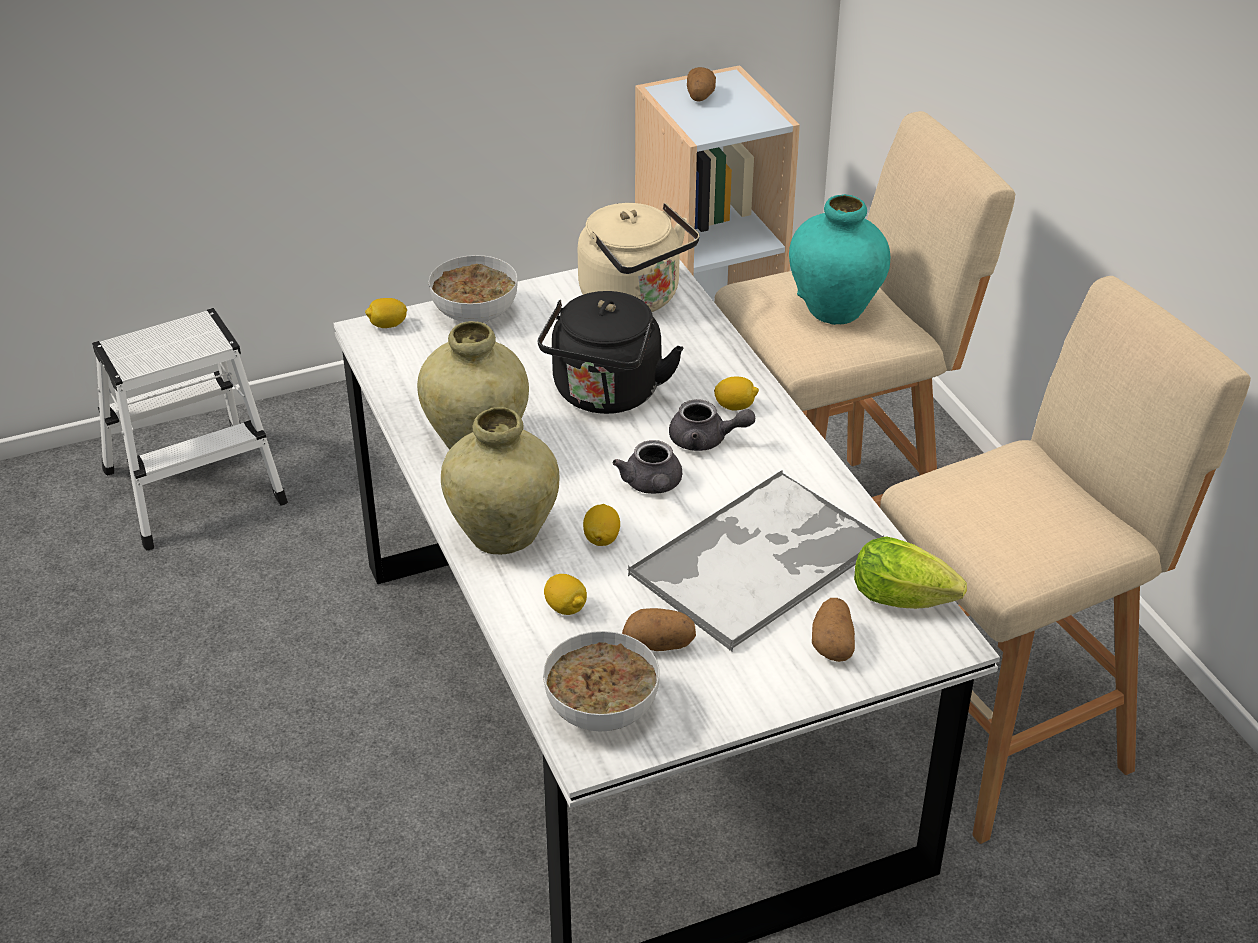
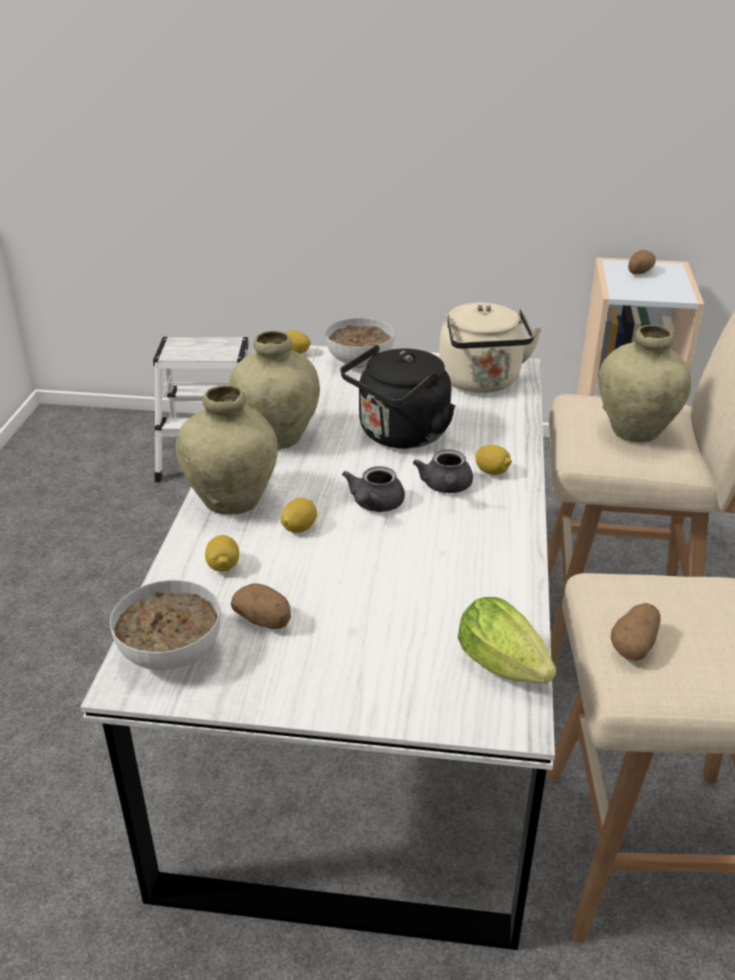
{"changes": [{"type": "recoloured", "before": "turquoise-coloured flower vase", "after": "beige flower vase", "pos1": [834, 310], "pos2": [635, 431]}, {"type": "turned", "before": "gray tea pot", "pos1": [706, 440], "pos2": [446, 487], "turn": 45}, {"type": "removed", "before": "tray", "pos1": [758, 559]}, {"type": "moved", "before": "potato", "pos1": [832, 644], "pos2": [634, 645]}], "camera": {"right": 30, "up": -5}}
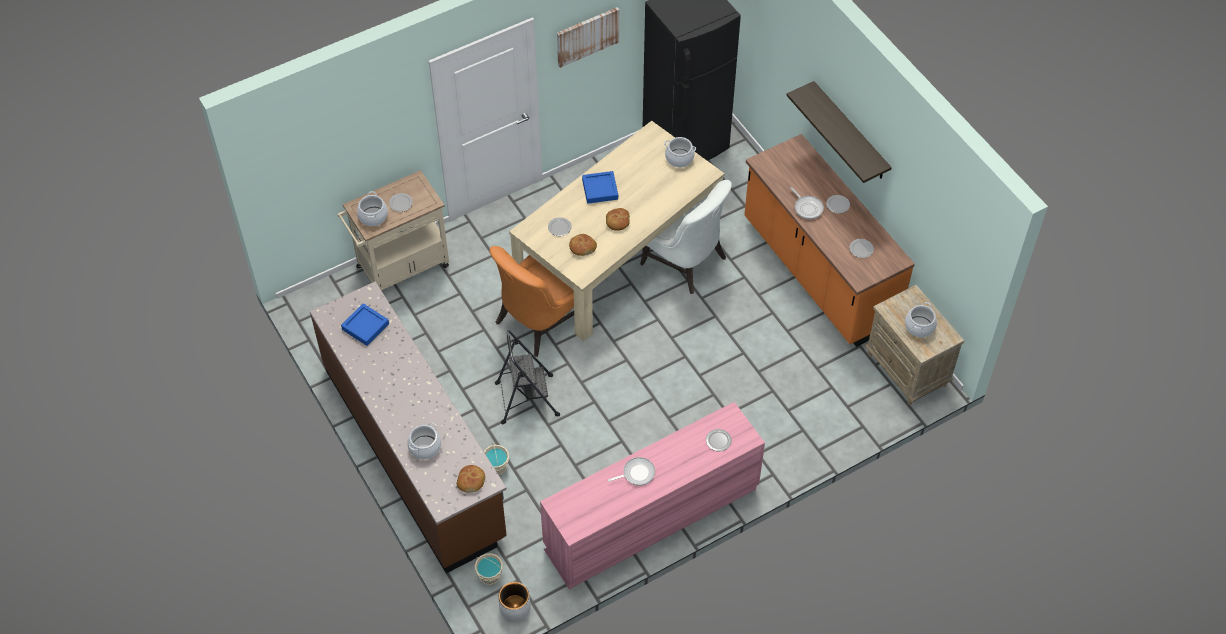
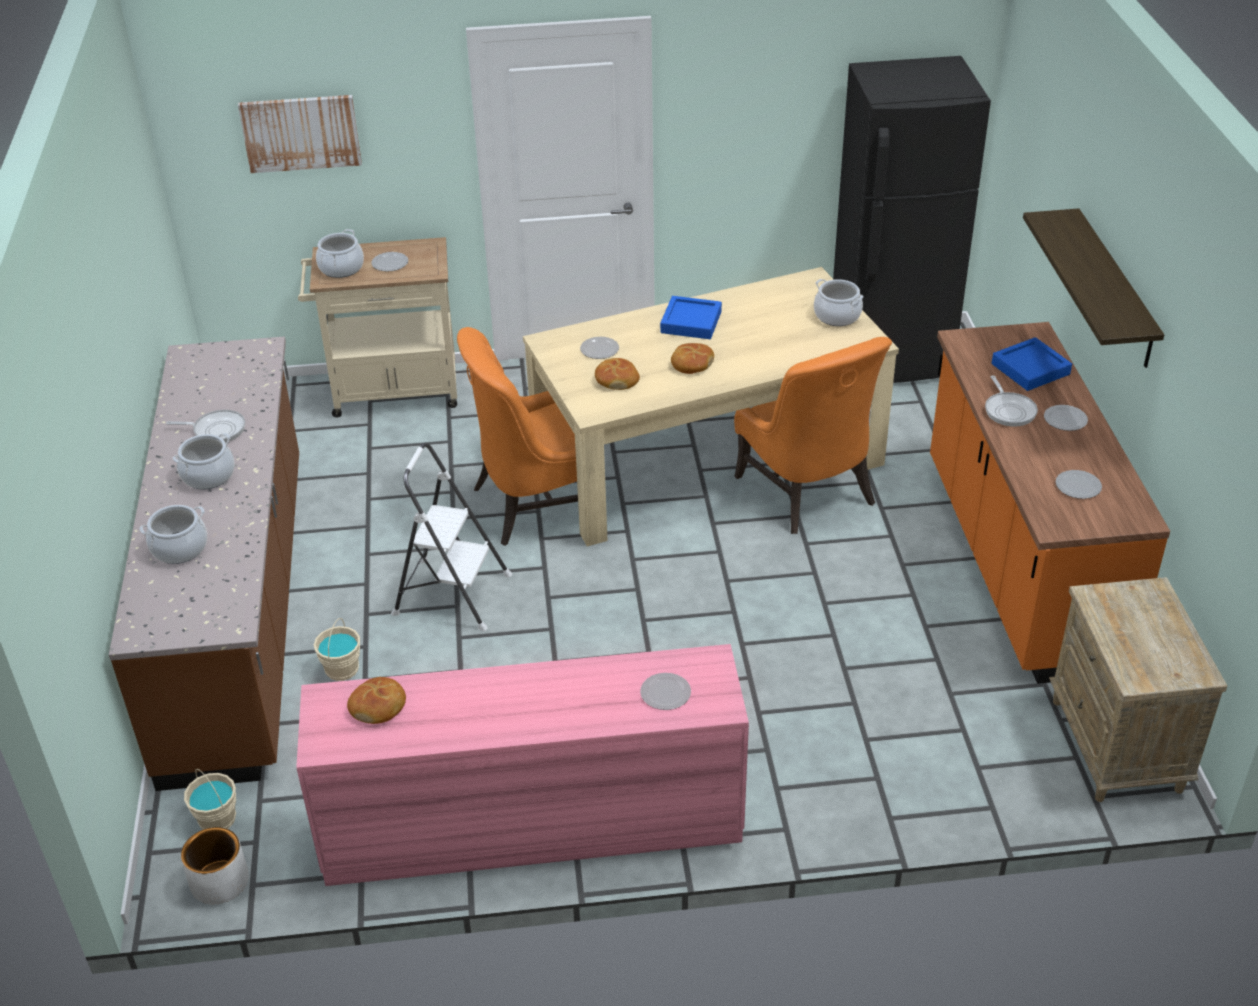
{"changes": [{"type": "moved", "before": "wall picture", "pos1": [587, 36], "pos2": [301, 133]}, {"type": "recoloured", "before": "white plain chair", "after": "orangey plain chair", "pos1": [685, 261], "pos2": [807, 491]}, {"type": "moved", "before": "stockpot", "pos1": [919, 327], "pos2": [208, 475]}, {"type": "moved", "before": "bluish tray", "pos1": [365, 327], "pos2": [1030, 369]}, {"type": "recoloured", "before": "blackish step ladder", "after": "white step ladder", "pos1": [525, 398], "pos2": [448, 592]}, {"type": "moved", "before": "skillet", "pos1": [636, 473], "pos2": [216, 430]}, {"type": "moved", "before": "bakery bread", "pos1": [471, 481], "pos2": [378, 707]}], "camera": {"right": 25, "up": -15}}
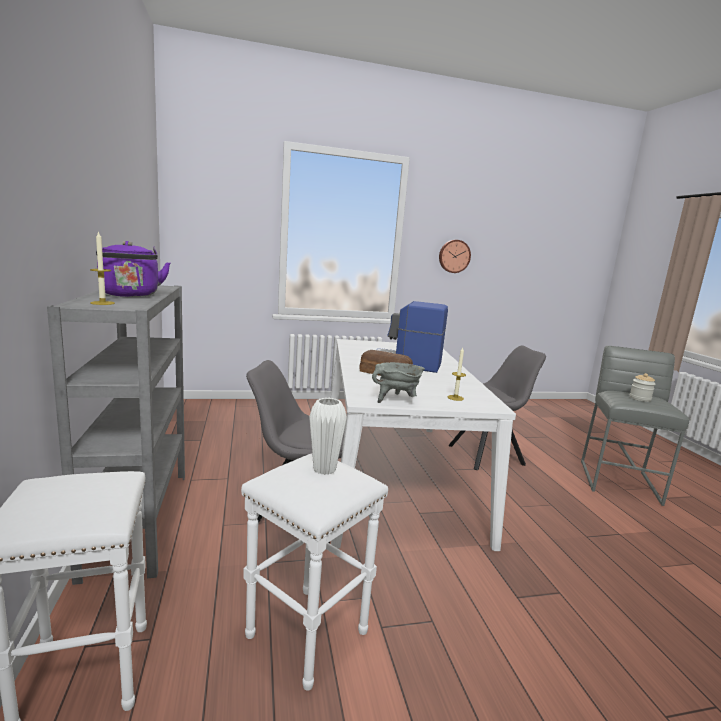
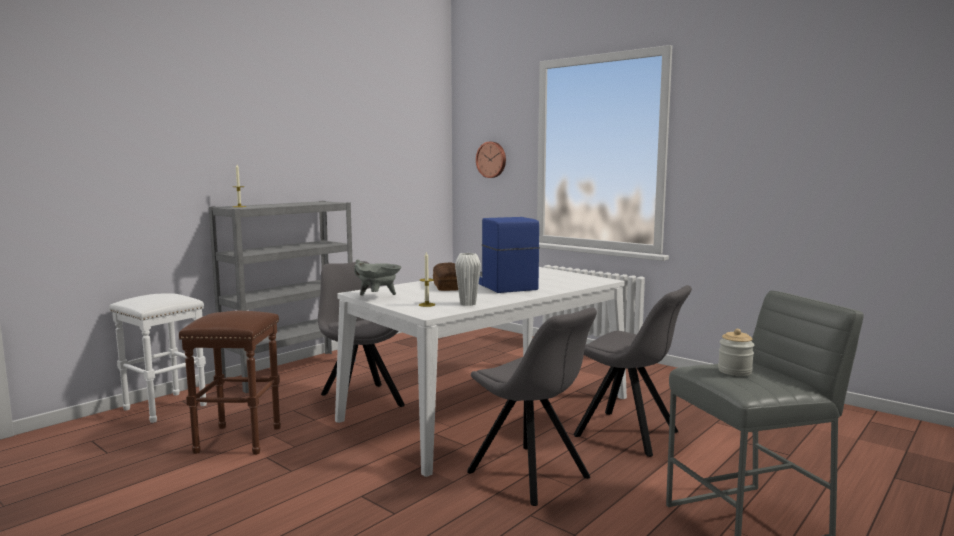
{"changes": [{"type": "moved", "before": "clock on the wall", "pos1": [454, 256], "pos2": [492, 159]}, {"type": "removed", "before": "purple-coloured kettle", "pos1": [130, 295]}, {"type": "moved", "before": "white flower vase", "pos1": [324, 469], "pos2": [468, 304]}, {"type": "recoloured", "before": "white stool seat", "after": "brownish stool seat", "pos1": [304, 633], "pos2": [237, 439]}, {"type": "added", "after": "gray plain chair", "pos2": [529, 474]}], "camera": {"right": 55, "up": -5}}
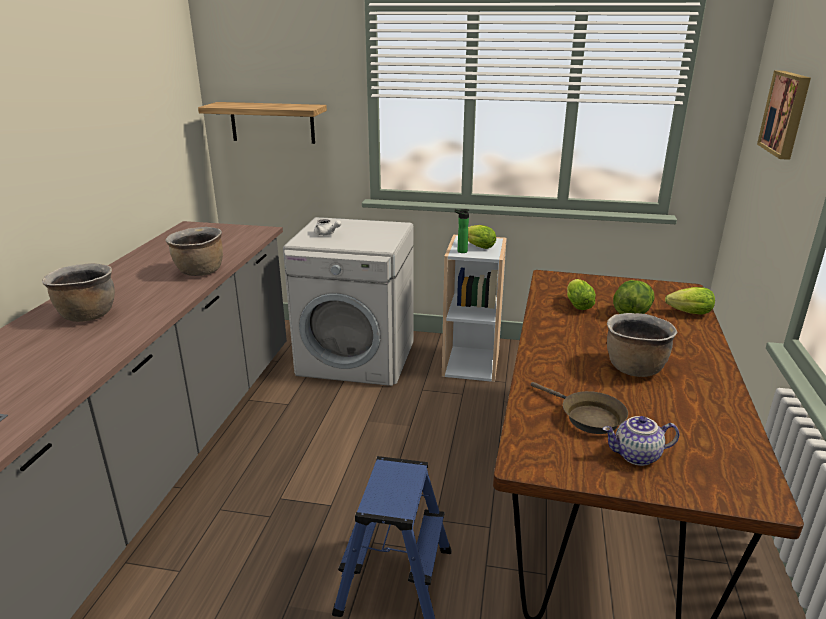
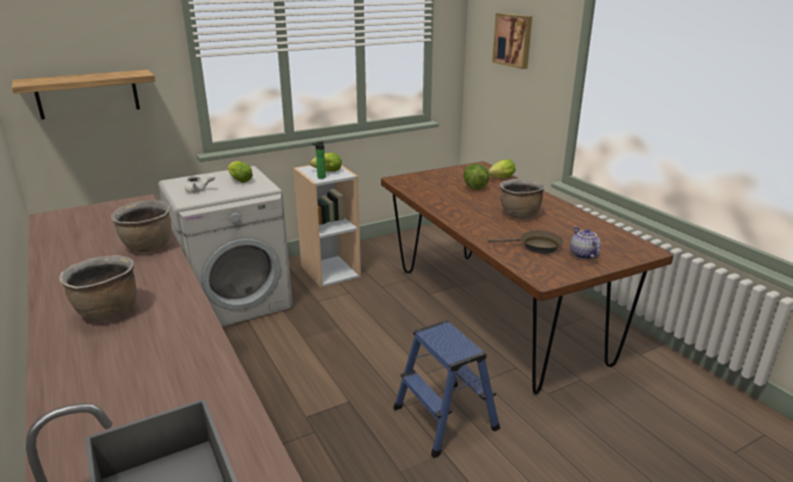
{"changes": [{"type": "moved", "before": "head of lettuce", "pos1": [577, 304], "pos2": [239, 180]}, {"type": "turned", "before": "tea pot", "pos1": [636, 456], "pos2": [582, 255], "turn": 120}], "camera": {"right": -40, "up": 0}}
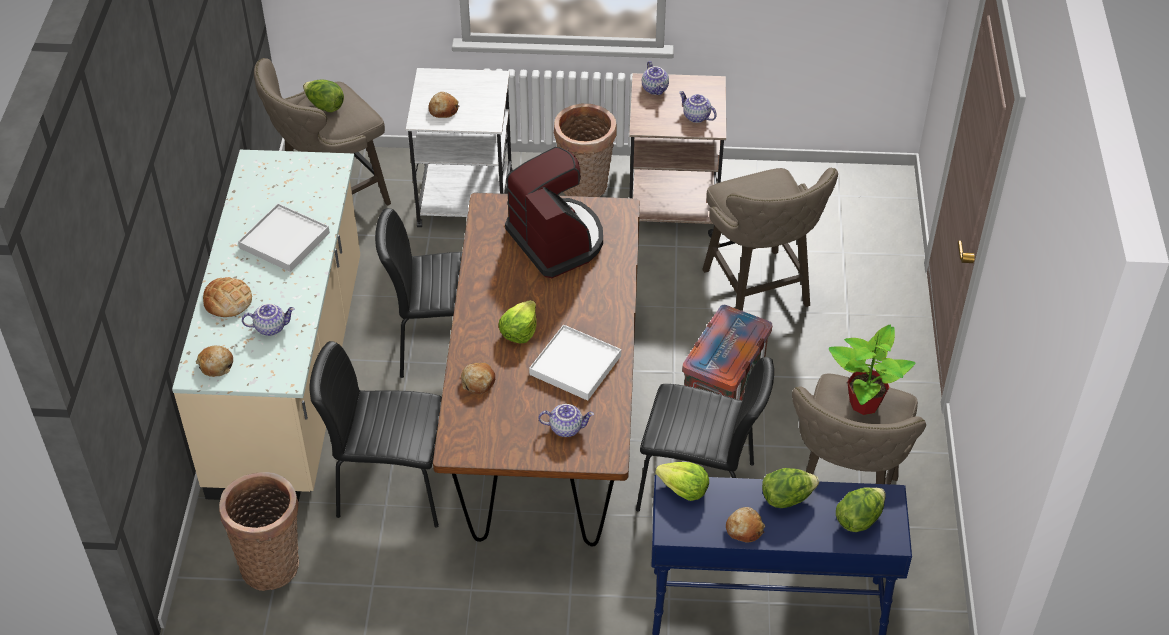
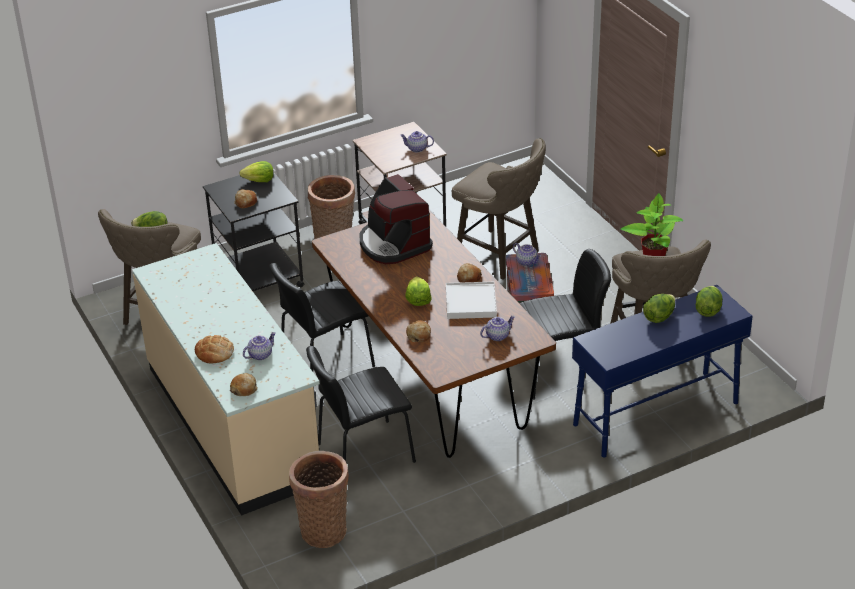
{"changes": [{"type": "moved", "before": "tea pot", "pos1": [655, 89], "pos2": [527, 262]}, {"type": "recoloured", "before": "white cart", "after": "blackish cart", "pos1": [467, 200], "pos2": [260, 278]}, {"type": "turned", "before": "coffee maker", "pos1": [557, 240], "pos2": [393, 244], "turn": -150}, {"type": "removed", "before": "white tray", "pos1": [285, 240]}, {"type": "moved", "before": "head of lettuce", "pos1": [683, 489], "pos2": [259, 180]}, {"type": "moved", "before": "bakery bread", "pos1": [744, 529], "pos2": [468, 278]}], "camera": {"right": -30, "up": -10}}
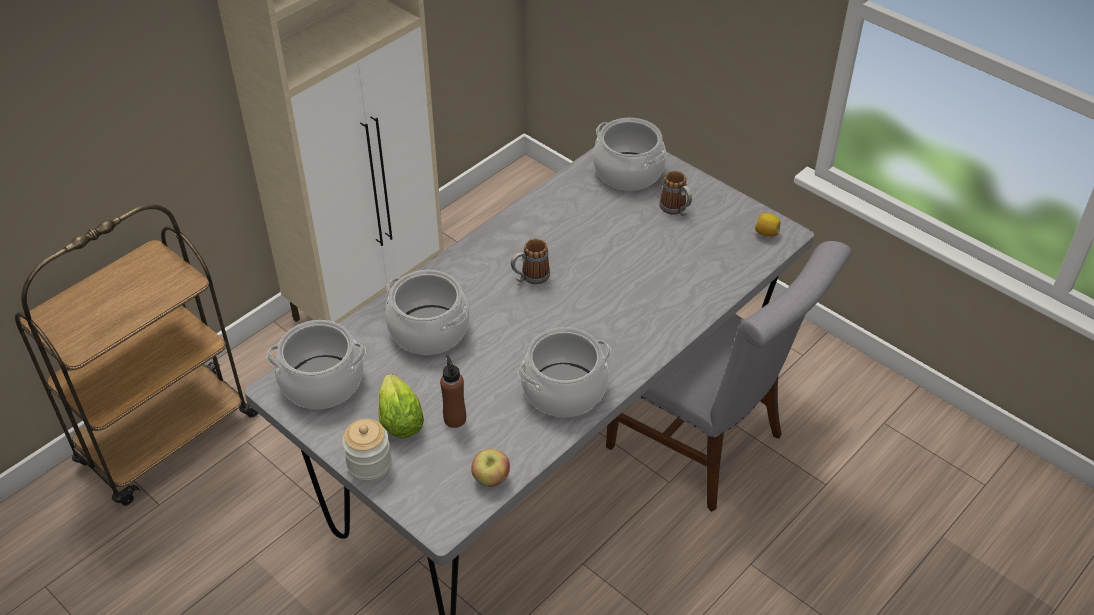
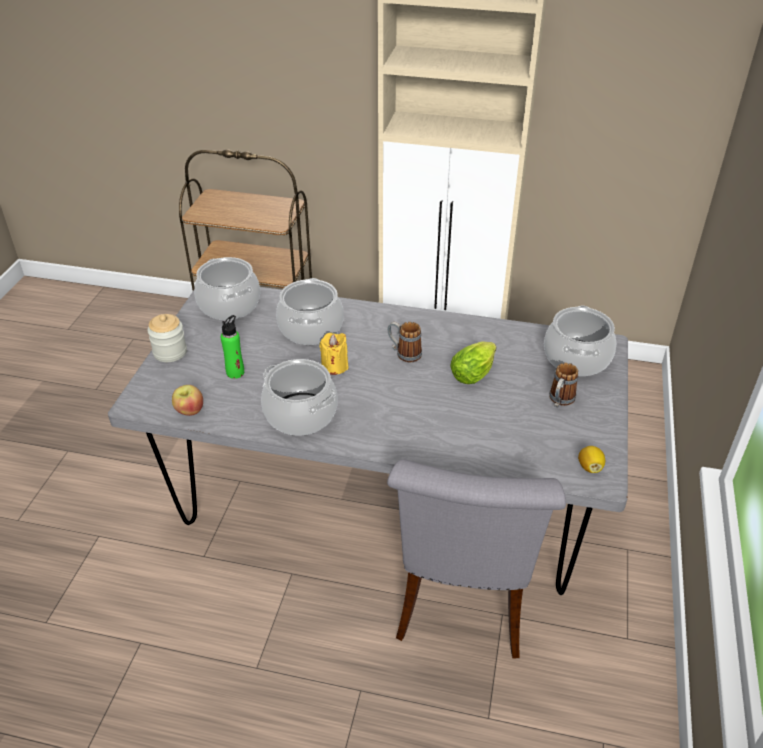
{"changes": [{"type": "recoloured", "before": "brownish bottle", "after": "green bottle", "pos1": [455, 419], "pos2": [235, 372]}, {"type": "moved", "before": "head of lettuce", "pos1": [399, 417], "pos2": [474, 373]}, {"type": "added", "after": "yellow wax light", "pos2": [334, 366]}], "camera": {"right": 60, "up": -5}}
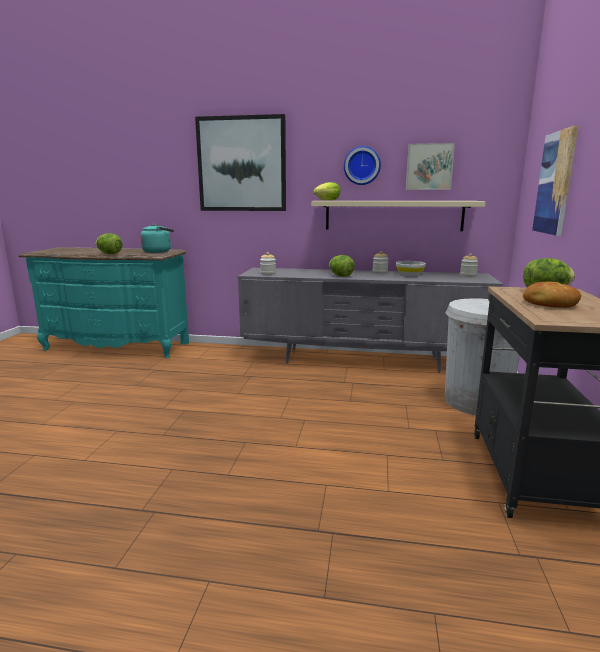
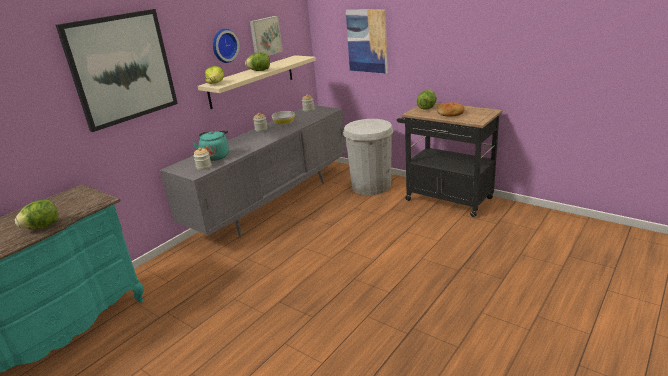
{"changes": [{"type": "moved", "before": "turquoise-coloured kettle", "pos1": [159, 251], "pos2": [216, 156]}, {"type": "moved", "before": "head of lettuce", "pos1": [341, 276], "pos2": [259, 71]}], "camera": {"right": -60, "up": 10}}
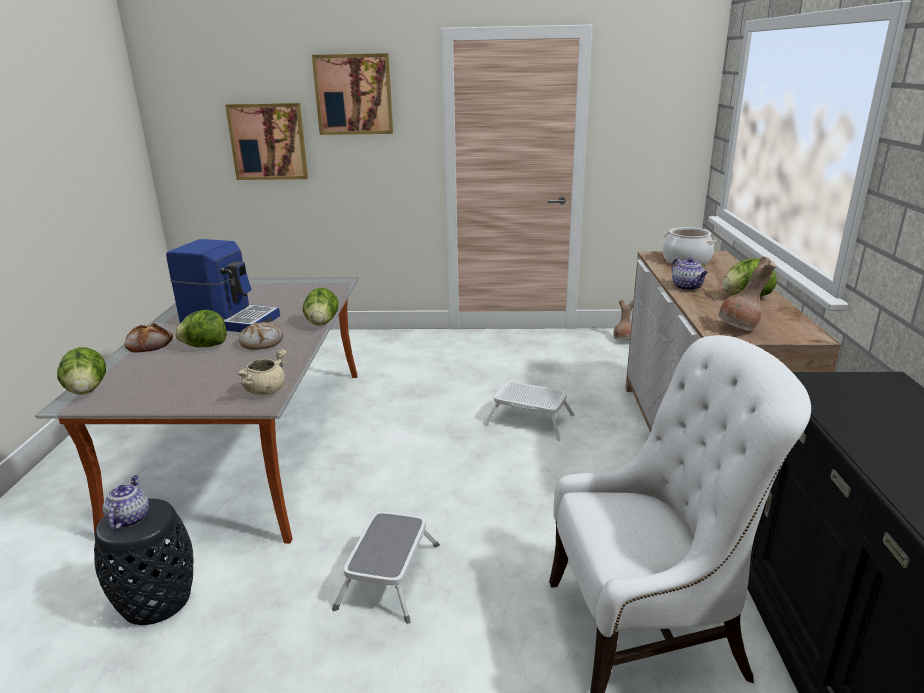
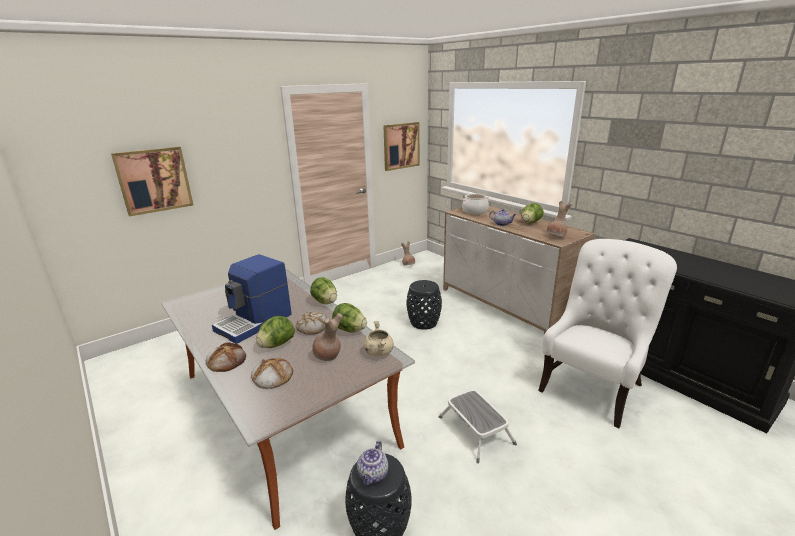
{"changes": [{"type": "moved", "before": "wall picture", "pos1": [353, 94], "pos2": [401, 146]}, {"type": "turned", "before": "coffee maker", "pos1": [230, 320], "pos2": [255, 322], "turn": 150}, {"type": "moved", "before": "head of lettuce", "pos1": [87, 390], "pos2": [349, 330]}, {"type": "replaced", "before": "white step ladder", "after": "blackish stool seat", "pos1": [529, 420], "pos2": [424, 322]}, {"type": "turned", "before": "tea pot", "pos1": [129, 518], "pos2": [373, 475], "turn": -120}, {"type": "added", "after": "brownish flower vase", "pos2": [328, 356]}, {"type": "added", "after": "bakery bread", "pos2": [272, 376]}], "camera": {"right": -40, "up": 0}}
